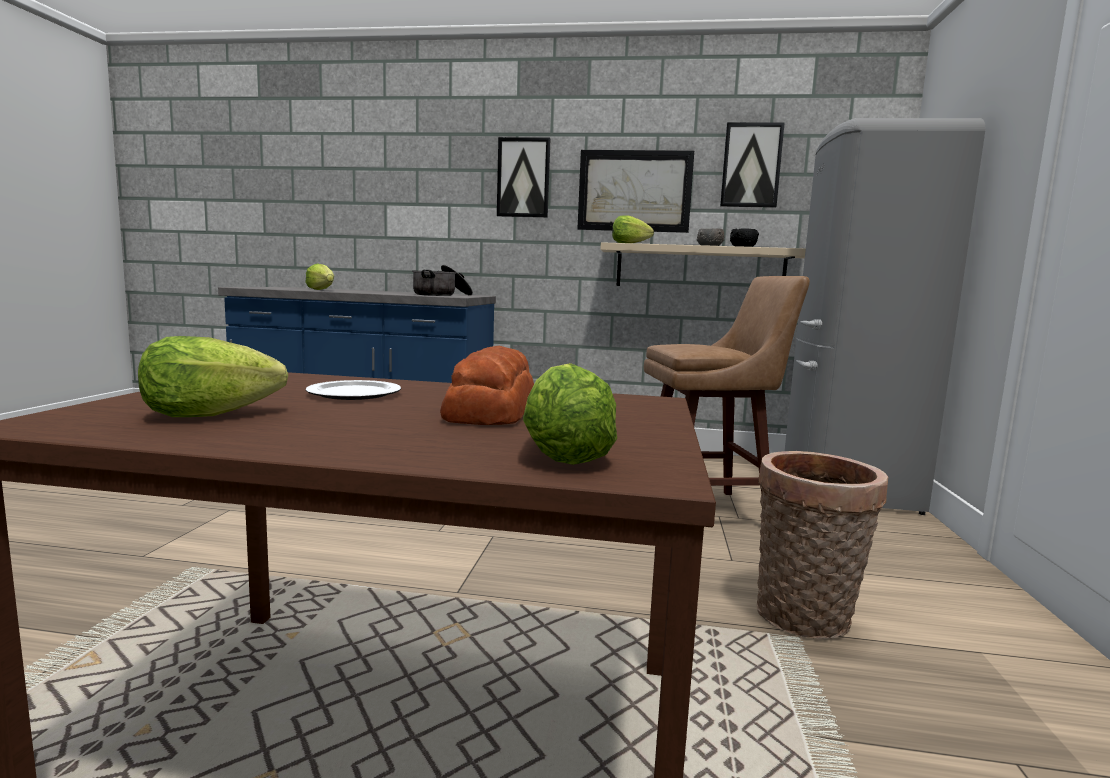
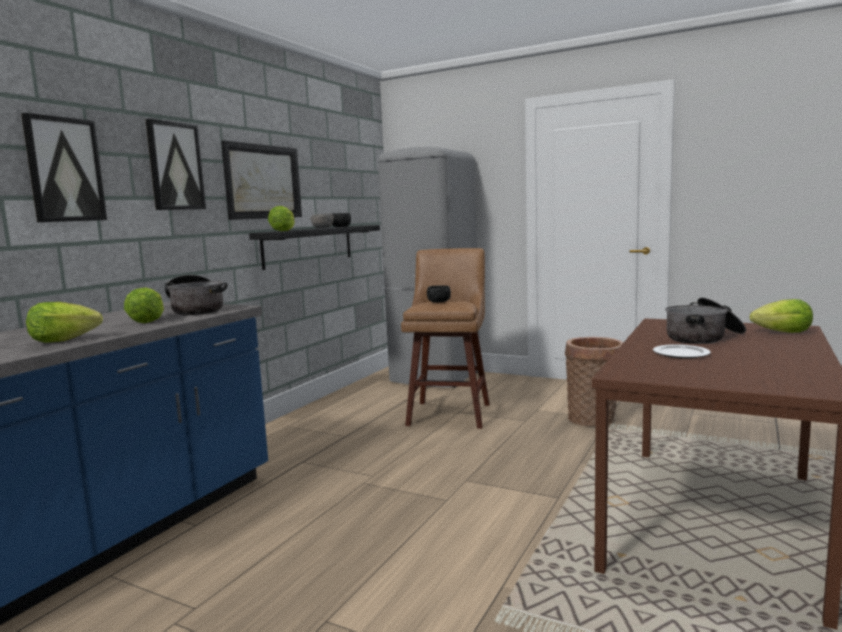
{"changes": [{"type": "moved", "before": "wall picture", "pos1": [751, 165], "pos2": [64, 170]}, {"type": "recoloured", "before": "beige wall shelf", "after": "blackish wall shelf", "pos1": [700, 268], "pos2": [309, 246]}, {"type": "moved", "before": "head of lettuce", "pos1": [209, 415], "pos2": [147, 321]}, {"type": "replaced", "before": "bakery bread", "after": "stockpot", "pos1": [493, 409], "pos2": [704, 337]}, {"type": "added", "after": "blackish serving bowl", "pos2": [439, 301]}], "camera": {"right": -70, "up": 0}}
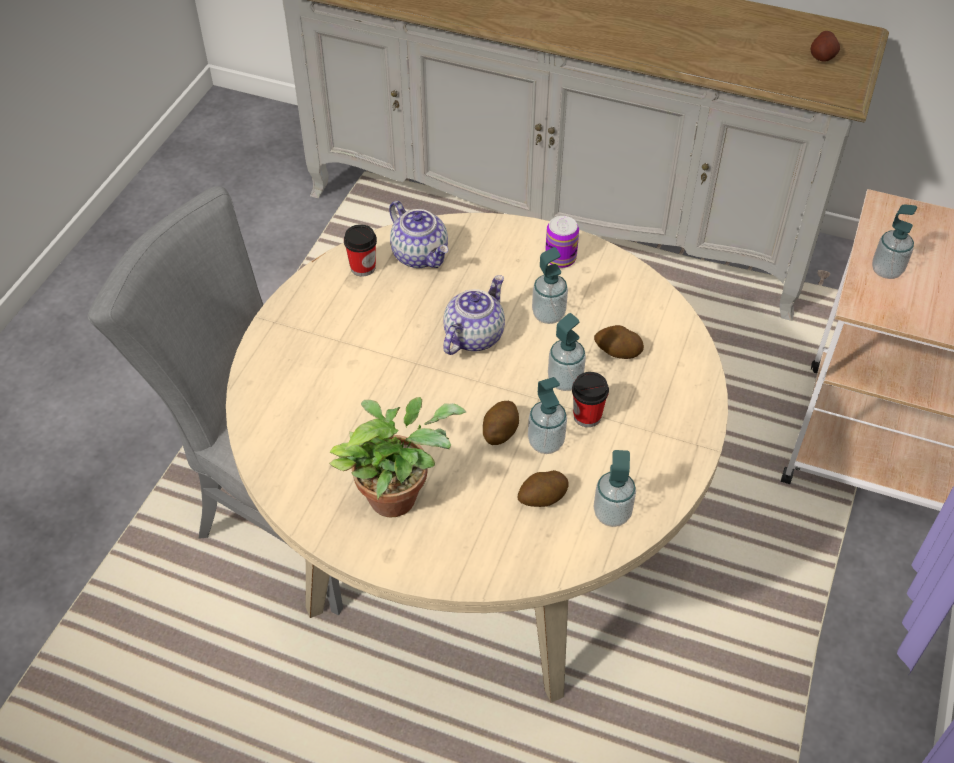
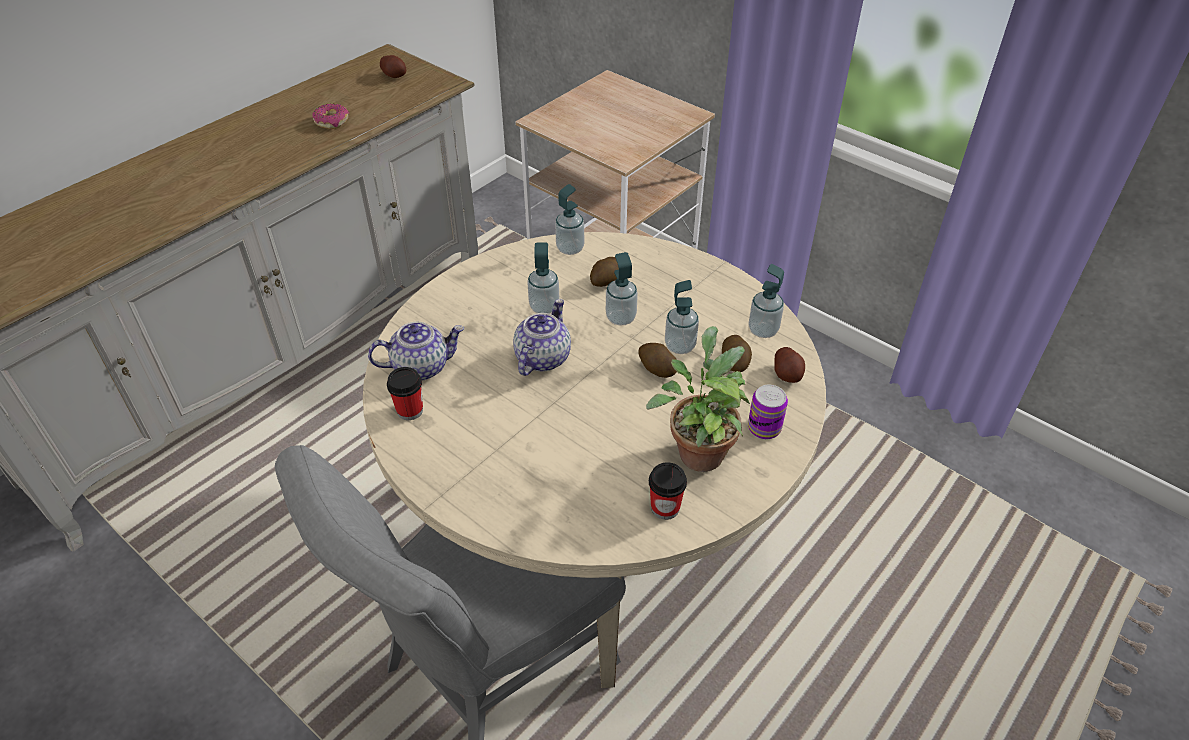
{"changes": [{"type": "moved", "before": "soap bottle", "pos1": [886, 270], "pos2": [570, 248]}, {"type": "moved", "before": "can", "pos1": [560, 258], "pos2": [764, 428]}, {"type": "turned", "before": "tea pot", "pos1": [473, 335], "pos2": [542, 357], "turn": 60}, {"type": "moved", "before": "drinking cup", "pos1": [587, 416], "pos2": [665, 508]}, {"type": "added", "after": "donut", "pos2": [332, 121]}, {"type": "added", "after": "potato", "pos2": [787, 374]}], "camera": {"right": -70, "up": -5}}
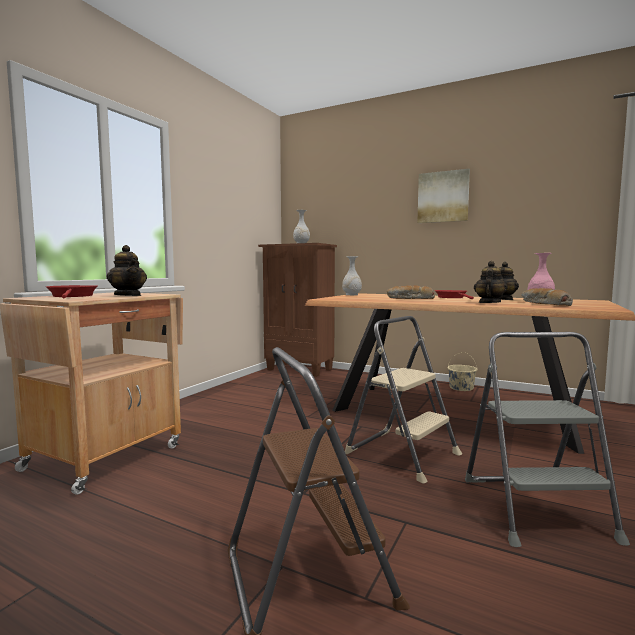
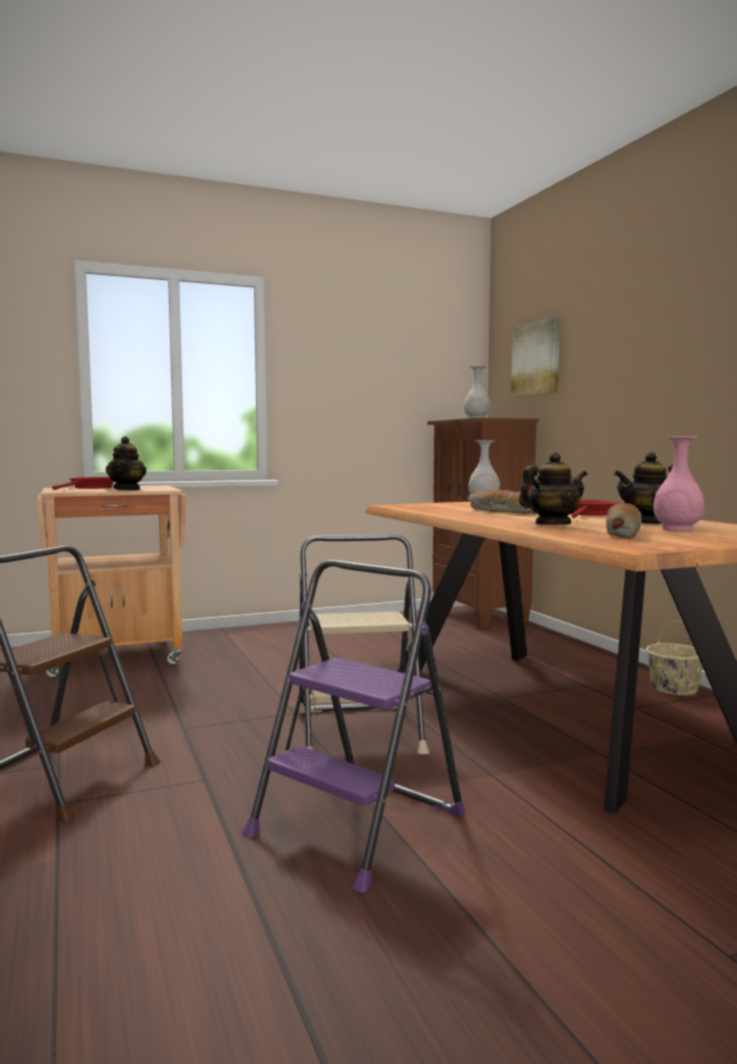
{"changes": [{"type": "moved", "before": "wall picture", "pos1": [443, 197], "pos2": [537, 359]}, {"type": "recoloured", "before": "gray step ladder", "after": "purple-coloured step ladder", "pos1": [533, 505], "pos2": [363, 821]}], "camera": {"right": 40, "up": 0}}
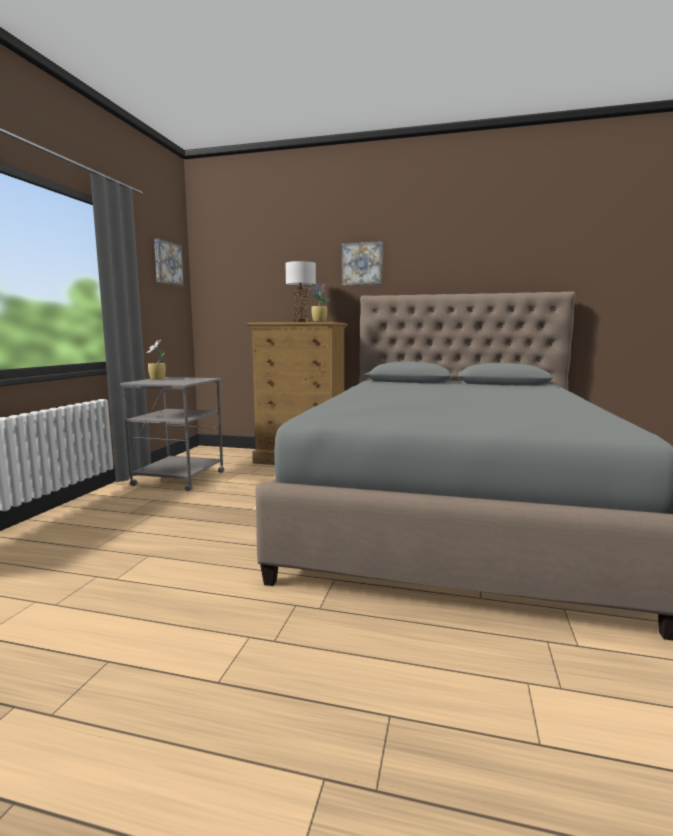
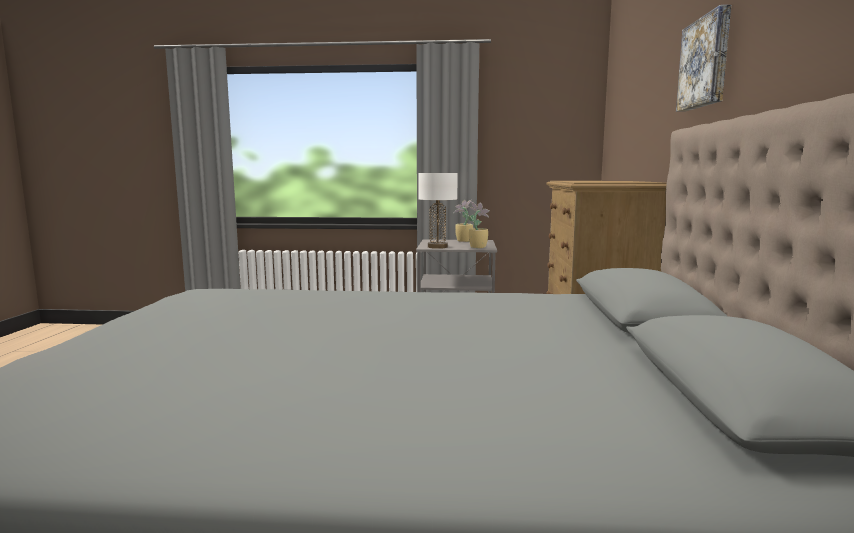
{"changes": [{"type": "removed", "before": "wall picture", "pos1": [167, 263]}, {"type": "moved", "before": "tabletop lamp", "pos1": [301, 322], "pos2": [437, 247]}, {"type": "moved", "before": "potted plant", "pos1": [318, 321], "pos2": [477, 247]}], "camera": {"right": 80, "up": 0}}
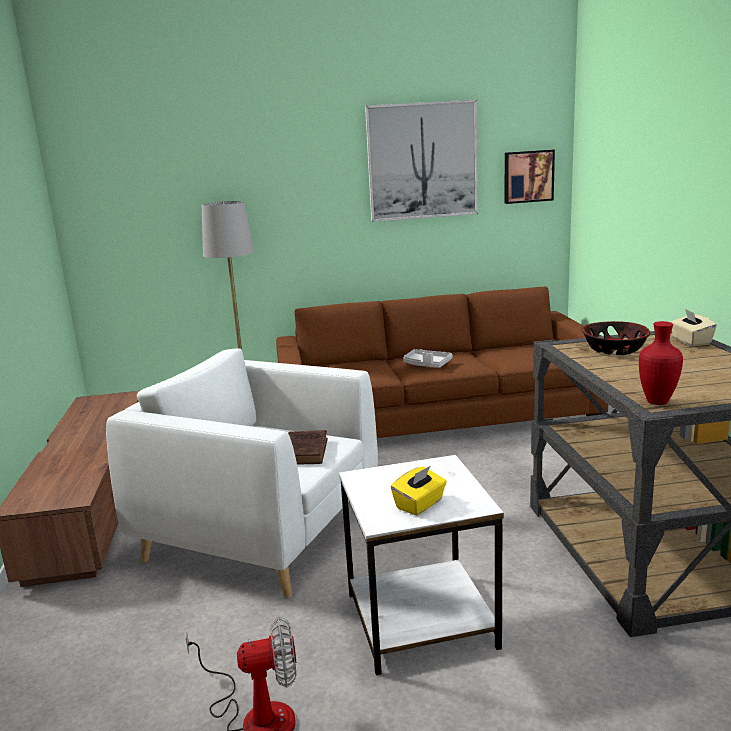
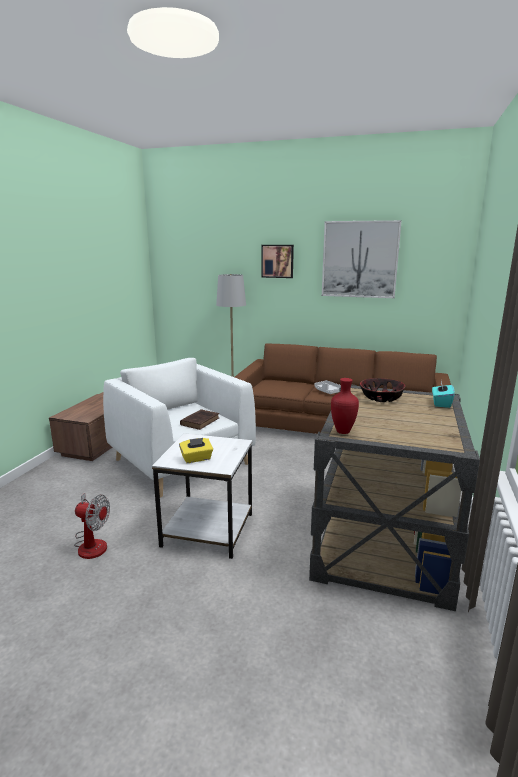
{"changes": [{"type": "moved", "before": "wall picture", "pos1": [528, 176], "pos2": [277, 261]}, {"type": "recoloured", "before": "beige tissue box", "after": "turquoise-coloured tissue box", "pos1": [690, 341], "pos2": [441, 403]}], "camera": {"right": 25, "up": 0}}
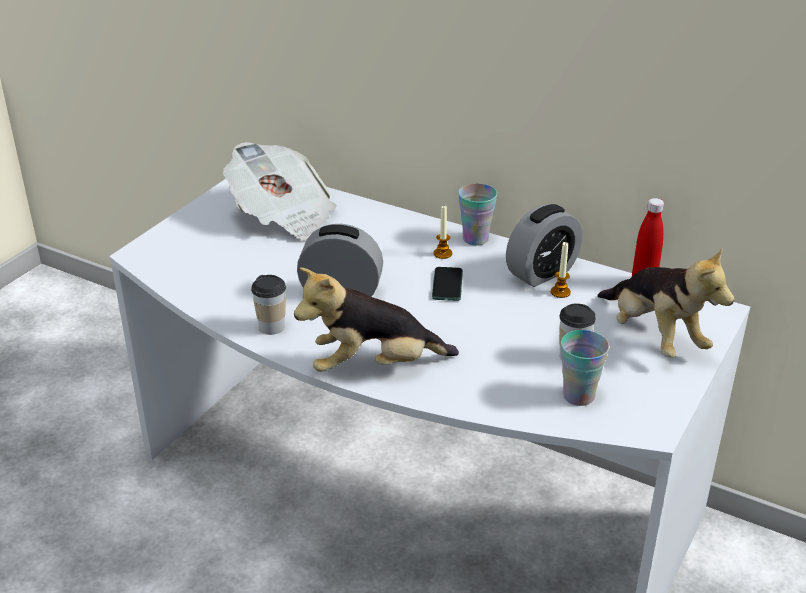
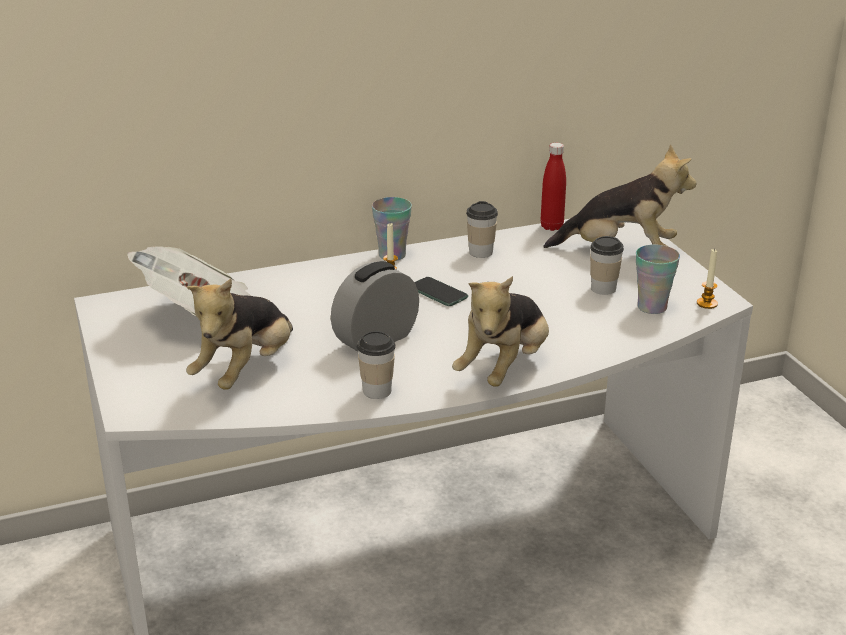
{"changes": [{"type": "replaced", "before": "table clock", "after": "drinking cup", "pos1": [542, 272], "pos2": [480, 252]}, {"type": "moved", "before": "wax light", "pos1": [560, 292], "pos2": [707, 303]}, {"type": "added", "after": "cuddly toy", "pos2": [246, 371]}], "camera": {"right": -50, "up": -5}}
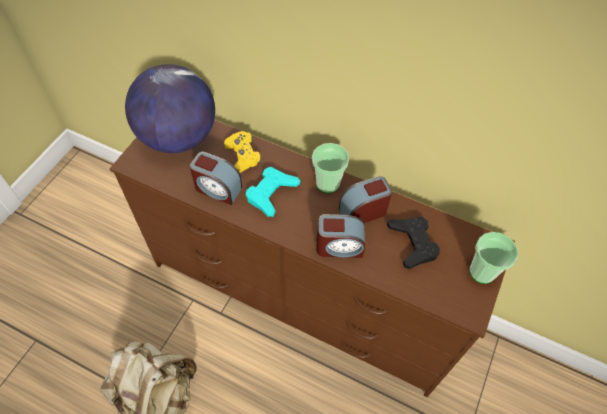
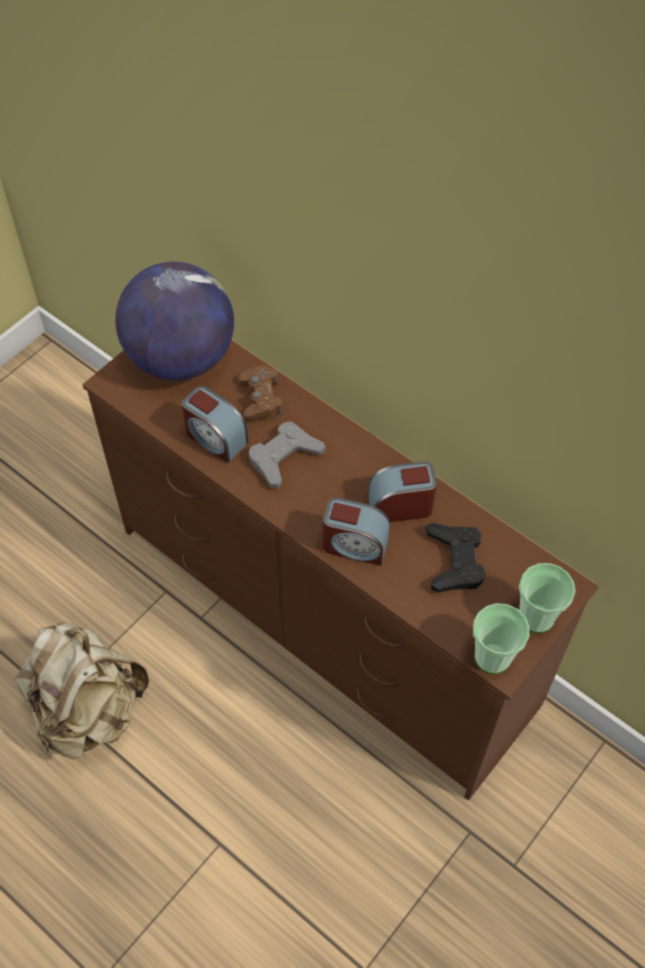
{"changes": [{"type": "recoloured", "before": "yellow gamepad", "after": "brownish gamepad", "pos1": [243, 155], "pos2": [260, 399]}, {"type": "moved", "before": "drinking cup", "pos1": [327, 183], "pos2": [492, 657]}, {"type": "recoloured", "before": "turquoise-coloured gamepad", "after": "gray gamepad", "pos1": [271, 193], "pos2": [284, 457]}], "camera": {"right": 15, "up": 0}}
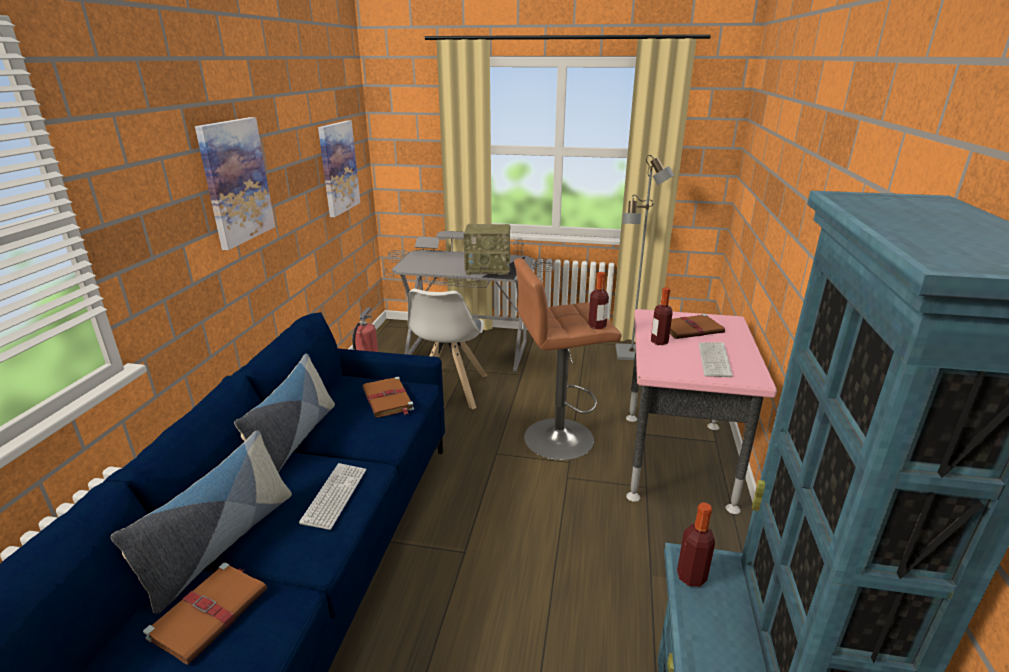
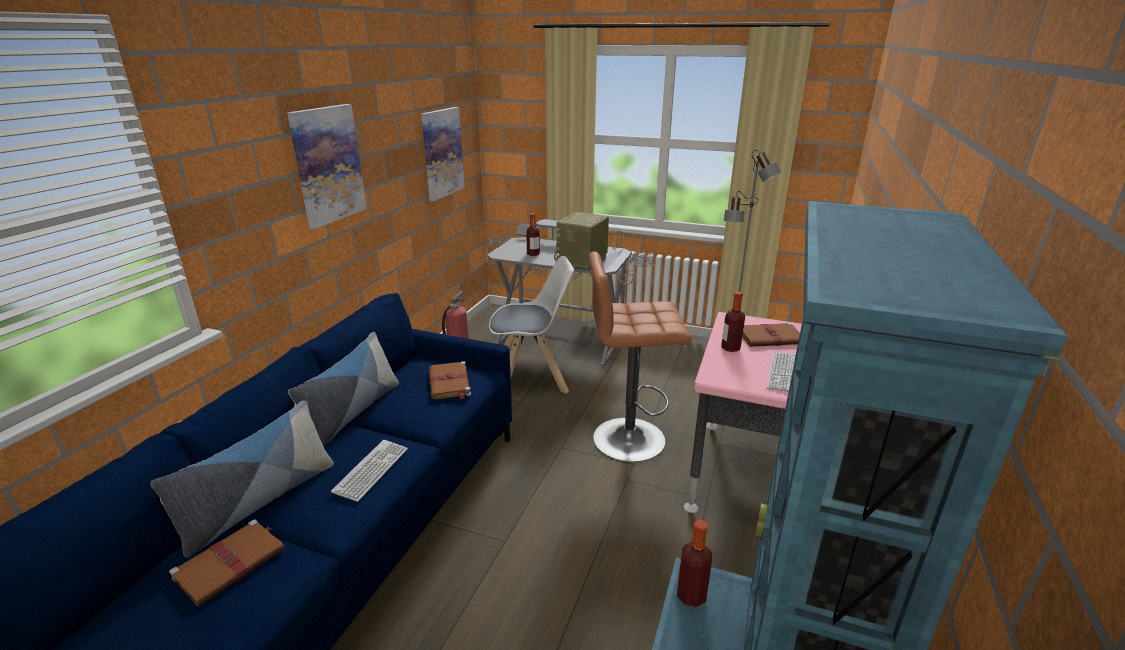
{"changes": [{"type": "turned", "before": "radio", "pos1": [489, 268], "pos2": [582, 260], "turn": 105}, {"type": "moved", "before": "bottle", "pos1": [597, 326], "pos2": [533, 254]}, {"type": "turned", "before": "plain chair", "pos1": [449, 390], "pos2": [532, 379], "turn": -120}], "camera": {"right": 10, "up": 0}}
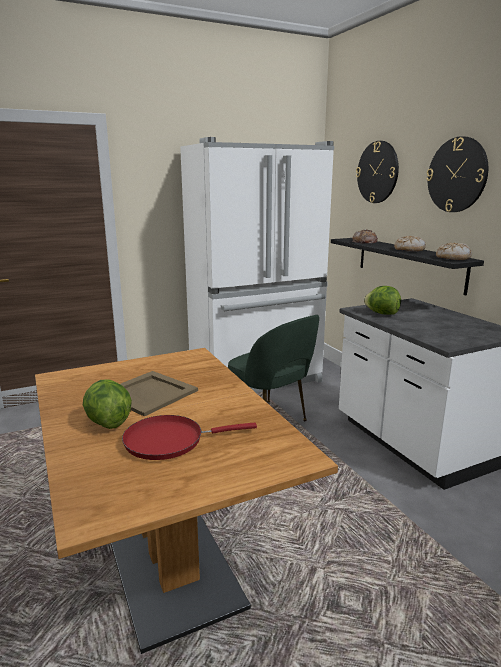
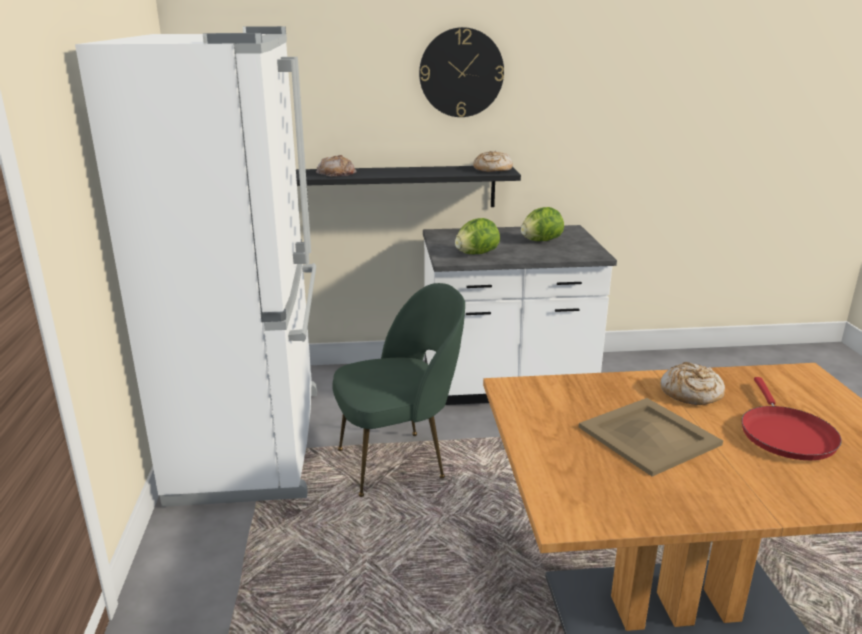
{"changes": [{"type": "removed", "before": "clock on the wall", "pos1": [377, 172]}, {"type": "moved", "before": "bakery bread", "pos1": [409, 250], "pos2": [690, 393]}, {"type": "moved", "before": "head of lettuce", "pos1": [107, 422], "pos2": [541, 241]}], "camera": {"right": -70, "up": 5}}
